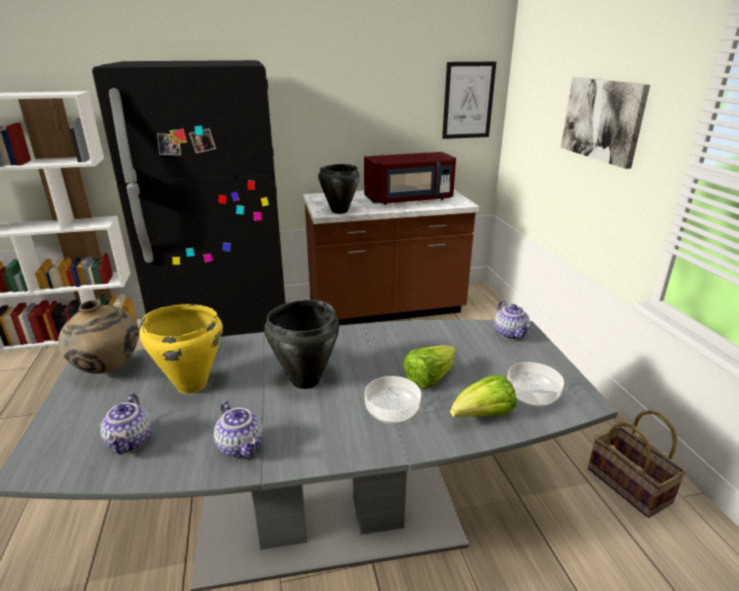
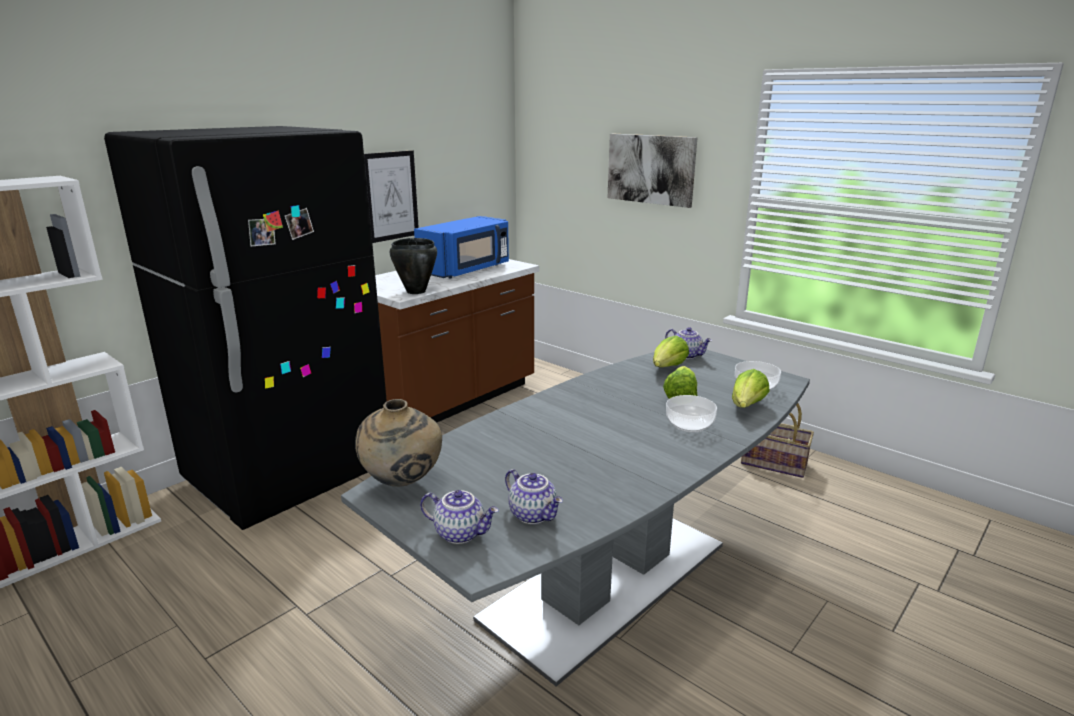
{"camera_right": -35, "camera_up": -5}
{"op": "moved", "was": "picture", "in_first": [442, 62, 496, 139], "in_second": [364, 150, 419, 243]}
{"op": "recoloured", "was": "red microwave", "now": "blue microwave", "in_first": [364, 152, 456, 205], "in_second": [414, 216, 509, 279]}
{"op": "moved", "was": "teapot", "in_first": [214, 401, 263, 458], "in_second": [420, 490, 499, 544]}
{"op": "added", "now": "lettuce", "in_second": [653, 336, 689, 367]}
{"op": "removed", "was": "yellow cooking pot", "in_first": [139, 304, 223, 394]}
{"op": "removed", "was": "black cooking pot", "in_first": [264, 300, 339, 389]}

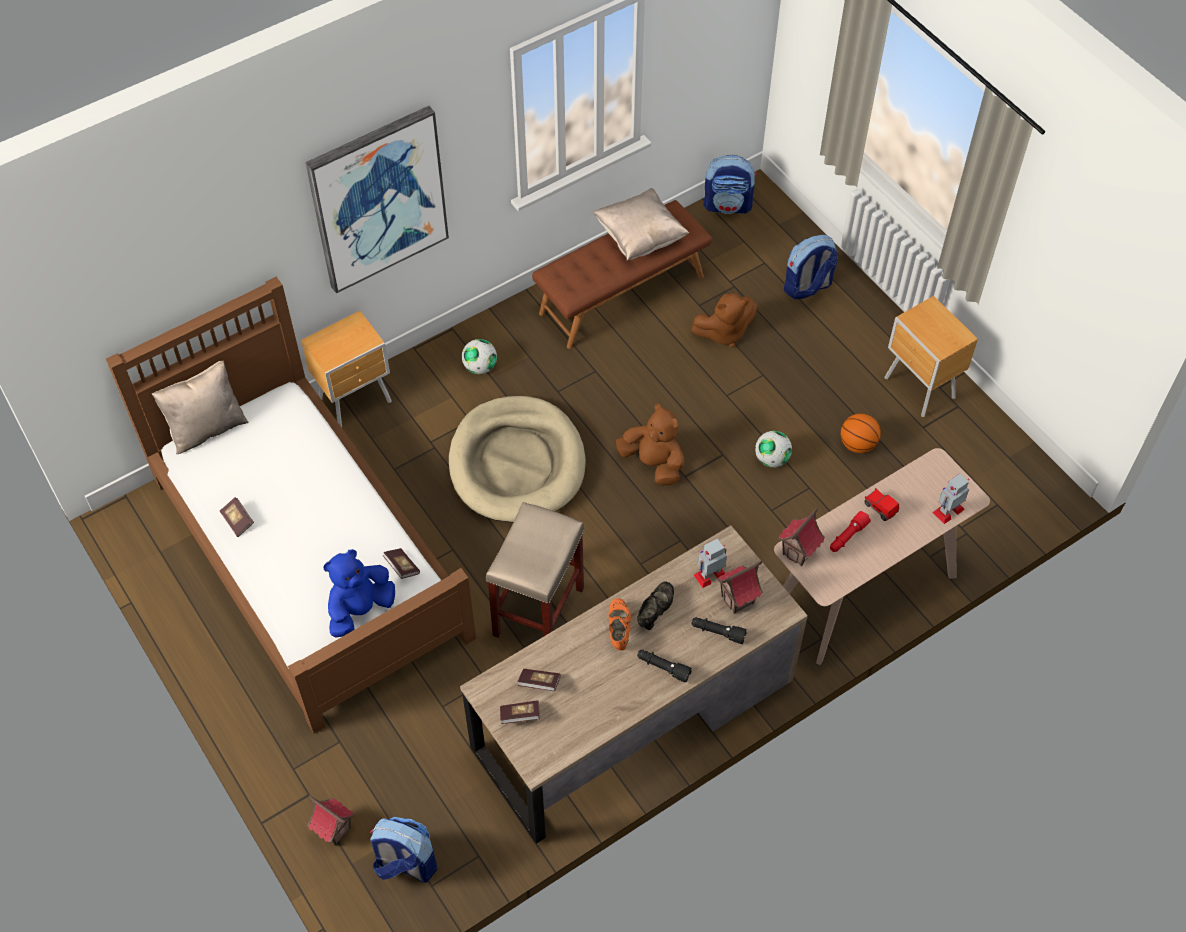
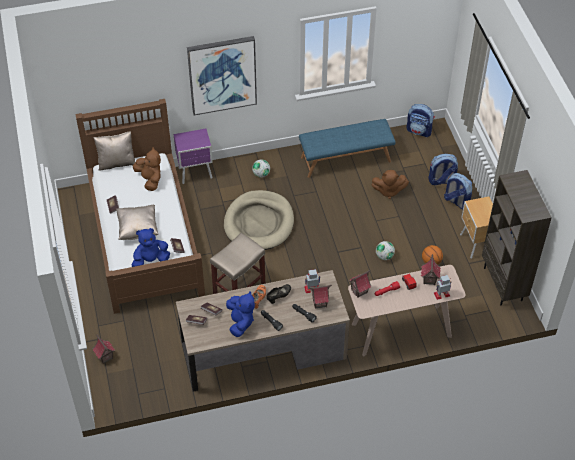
{"camera_right": 20, "camera_up": -5}
{"op": "moved", "was": "beige pillow", "in_first": [593, 188, 689, 260], "in_second": [116, 205, 159, 240]}
{"op": "moved", "was": "brown plush toy", "in_first": [616, 403, 685, 485], "in_second": [133, 147, 161, 191]}
{"op": "recoloured", "was": "brown nightstand", "now": "purple nightstand", "in_first": [301, 311, 392, 427], "in_second": [174, 129, 213, 184]}
{"op": "added", "now": "blue plush toy", "in_second": [226, 291, 255, 337]}
{"op": "recoloured", "was": "brown bench", "now": "blue bench", "in_first": [532, 200, 712, 349], "in_second": [299, 119, 396, 178]}
{"op": "added", "now": "toy house", "in_second": [421, 254, 441, 285]}
{"op": "moved", "was": "backpack", "in_first": [369, 817, 438, 883], "in_second": [444, 173, 472, 209]}
{"op": "added", "now": "brown bookcase", "in_second": [482, 170, 552, 306]}

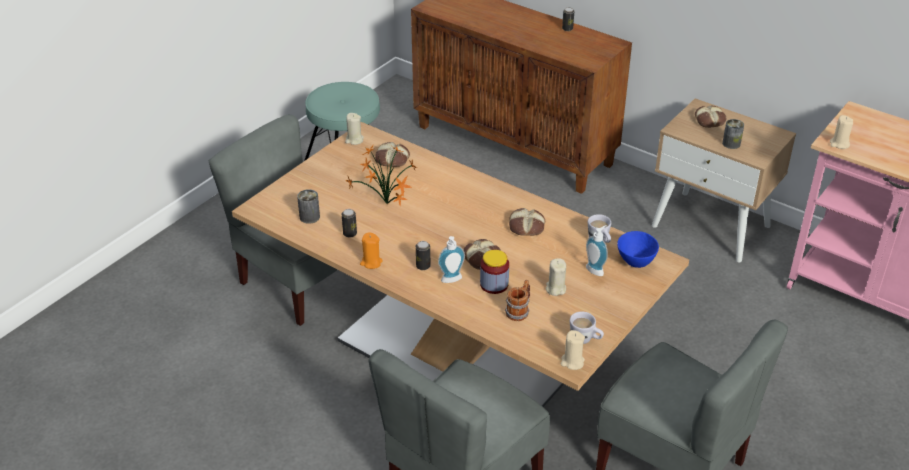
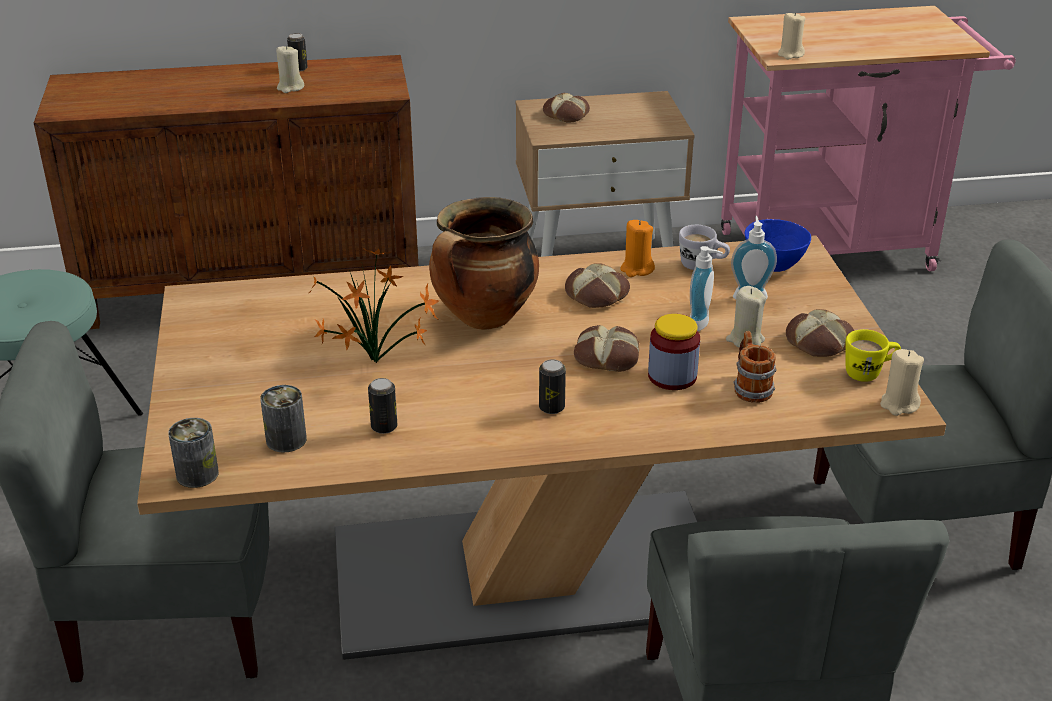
{"camera_right": -45, "camera_up": -5}
{"op": "moved", "was": "can", "in_first": [722, 119, 744, 149], "in_second": [168, 418, 219, 488]}
{"op": "moved", "was": "beige candle", "in_first": [345, 113, 364, 145], "in_second": [276, 45, 304, 93]}
{"op": "added", "now": "cooking pot", "in_second": [429, 197, 539, 330]}
{"op": "moved", "was": "orange candle", "in_first": [360, 232, 383, 269], "in_second": [620, 220, 655, 277]}
{"op": "moved", "was": "soap dispenser", "in_first": [438, 236, 465, 283], "in_second": [690, 246, 723, 332]}
{"op": "moved", "was": "bread", "in_first": [375, 142, 410, 167], "in_second": [786, 309, 854, 357]}
{"op": "recoloured", "was": "white mug", "now": "yellow mug", "in_first": [570, 311, 604, 344], "in_second": [845, 329, 901, 382]}

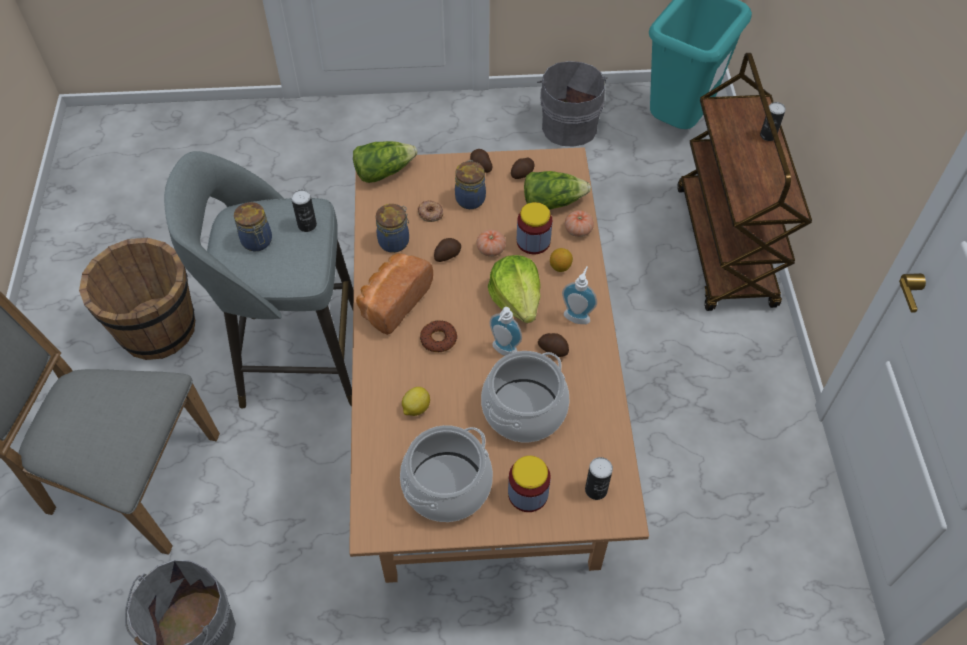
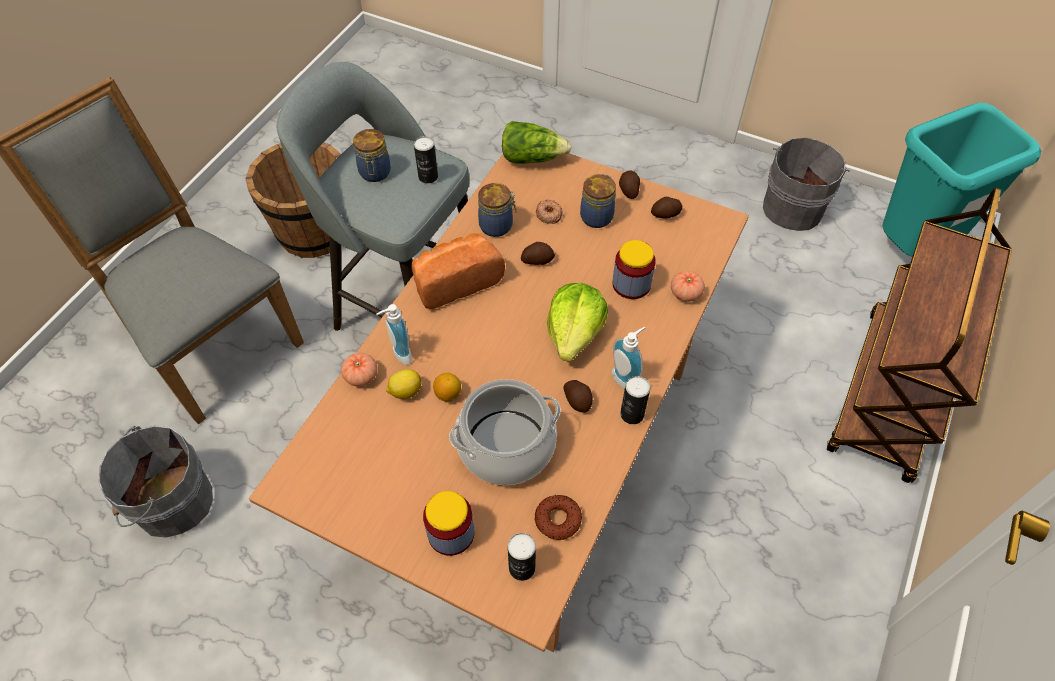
{"camera_right": 30, "camera_up": 0}
{"op": "moved", "was": "tomato", "in_first": [477, 229, 506, 257], "in_second": [341, 353, 378, 387]}
{"op": "moved", "was": "soap dispenser", "in_first": [490, 307, 522, 356], "in_second": [376, 304, 412, 365]}
{"op": "moved", "was": "lemon", "in_first": [550, 248, 573, 272], "in_second": [433, 373, 461, 401]}
{"op": "moved", "was": "donut", "in_first": [420, 320, 457, 352], "in_second": [534, 495, 582, 540]}
{"op": "moved", "was": "can", "in_first": [760, 102, 786, 141], "in_second": [620, 376, 651, 424]}
{"op": "removed", "was": "cooking pot", "in_first": [400, 425, 493, 522]}
{"op": "removed", "was": "lettuce", "in_first": [524, 171, 591, 210]}

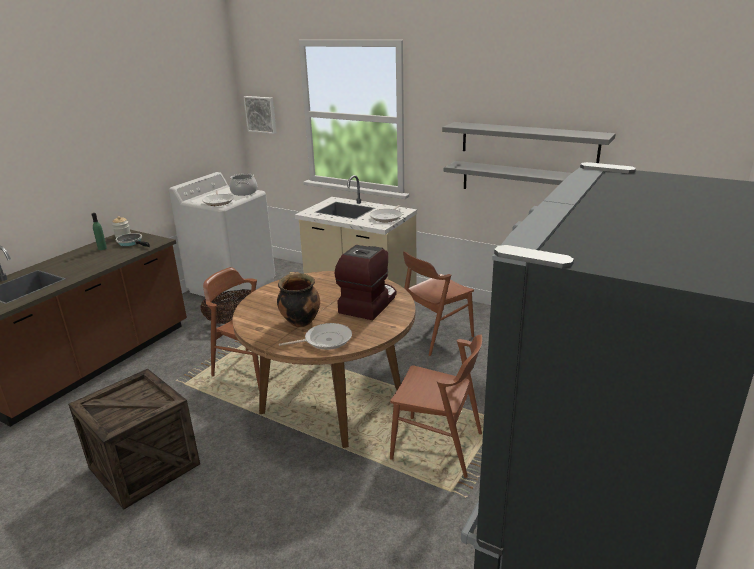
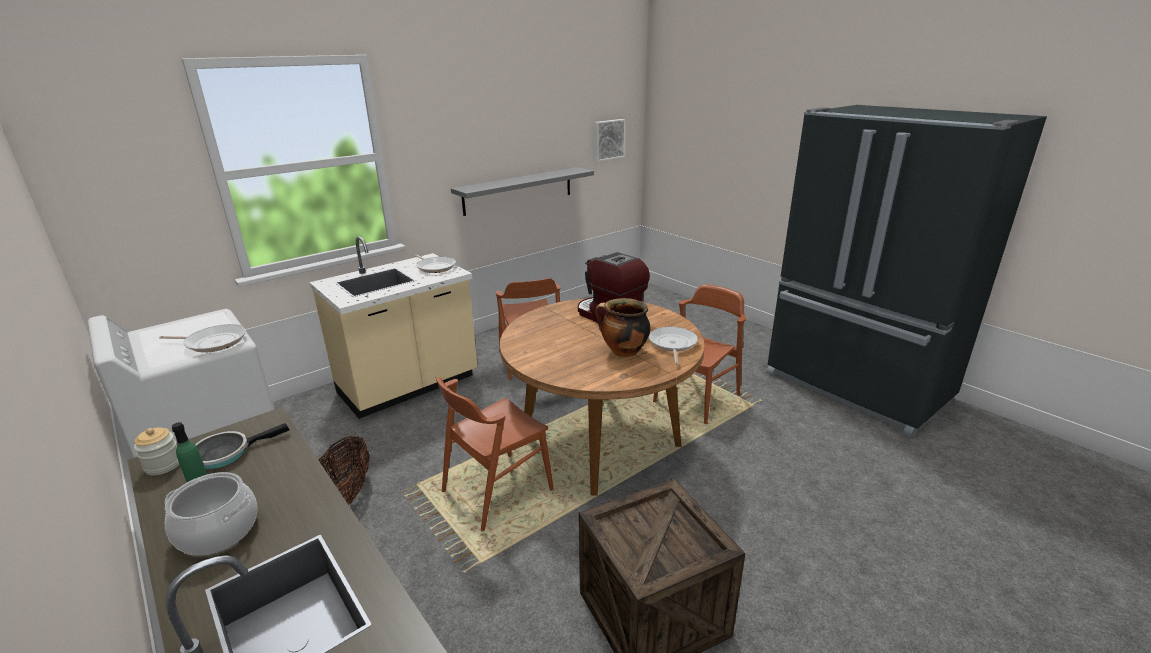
{"camera_right": -70, "camera_up": 0}
{"op": "moved", "was": "cooking pot", "in_first": [229, 173, 257, 196], "in_second": [165, 472, 257, 556]}
{"op": "moved", "was": "picture", "in_first": [244, 96, 276, 134], "in_second": [595, 119, 625, 161]}
{"op": "removed", "was": "grey shelf", "in_first": [442, 122, 616, 163]}

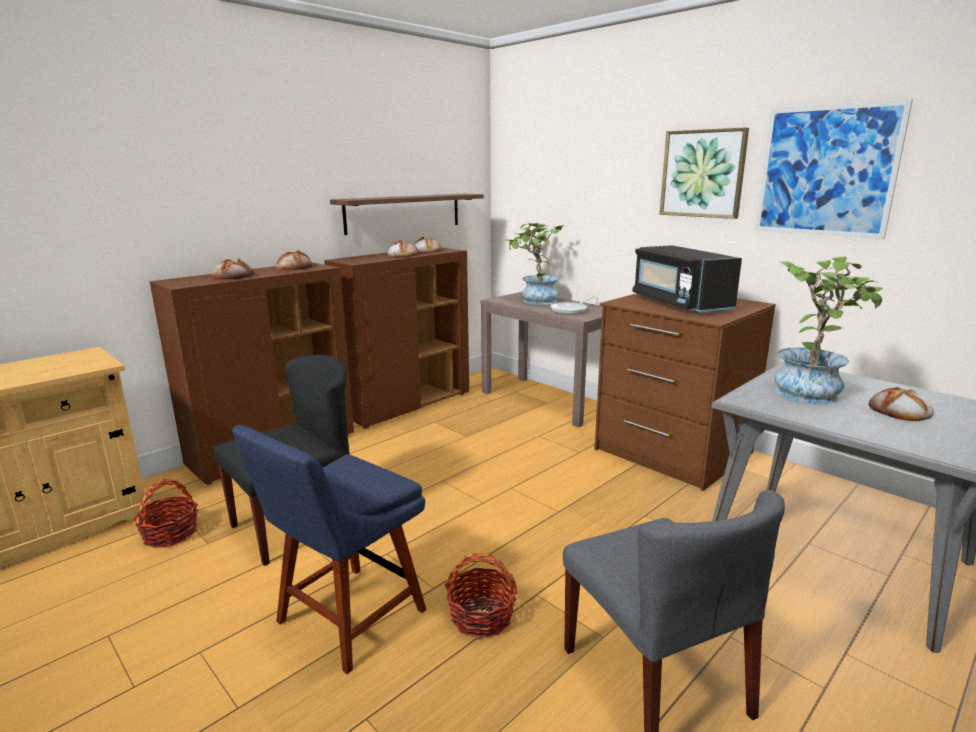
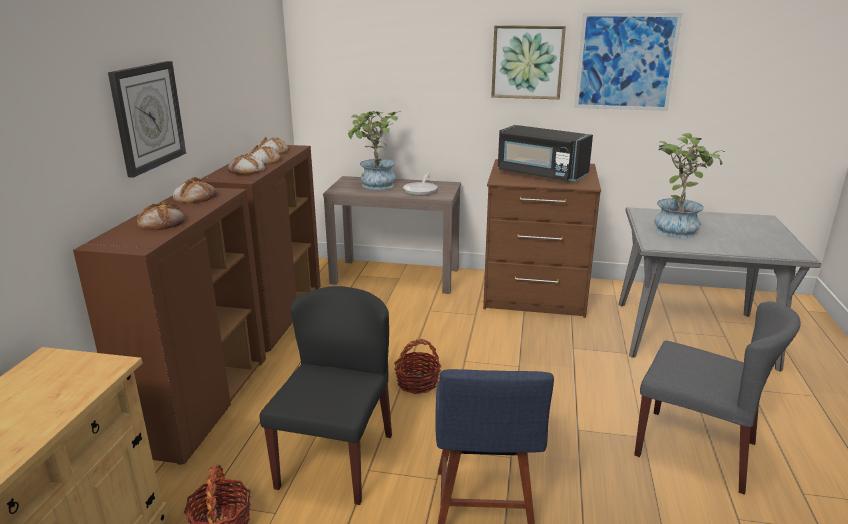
{"camera_right": -35, "camera_up": 5}
{"op": "added", "now": "wall clock", "in_second": [108, 61, 186, 178]}
{"op": "moved", "was": "bread", "in_first": [869, 387, 934, 421], "in_second": [227, 155, 265, 175]}
{"op": "moved", "was": "basket", "in_first": [445, 553, 518, 638], "in_second": [394, 339, 441, 394]}
{"op": "removed", "was": "shelf", "in_first": [330, 194, 484, 235]}

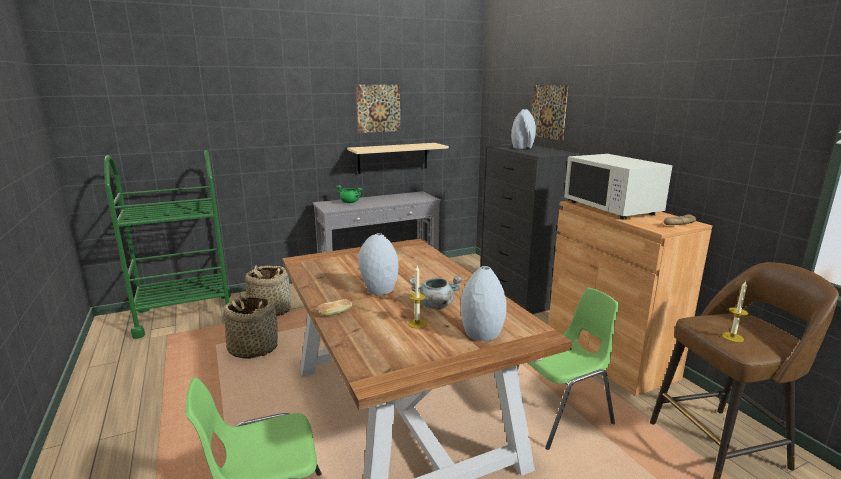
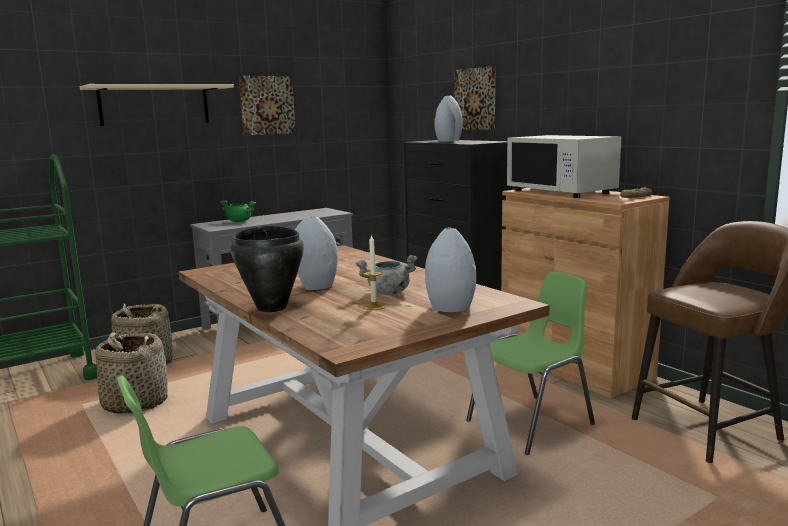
{"camera_right": -10, "camera_up": -5}
{"op": "moved", "was": "beige shelf", "in_first": [347, 143, 449, 174], "in_second": [80, 84, 234, 126]}
{"op": "replaced", "was": "bread", "now": "black cooking pot", "in_first": [316, 299, 352, 316], "in_second": [231, 226, 304, 312]}
{"op": "removed", "was": "candle", "in_first": [722, 281, 748, 342]}

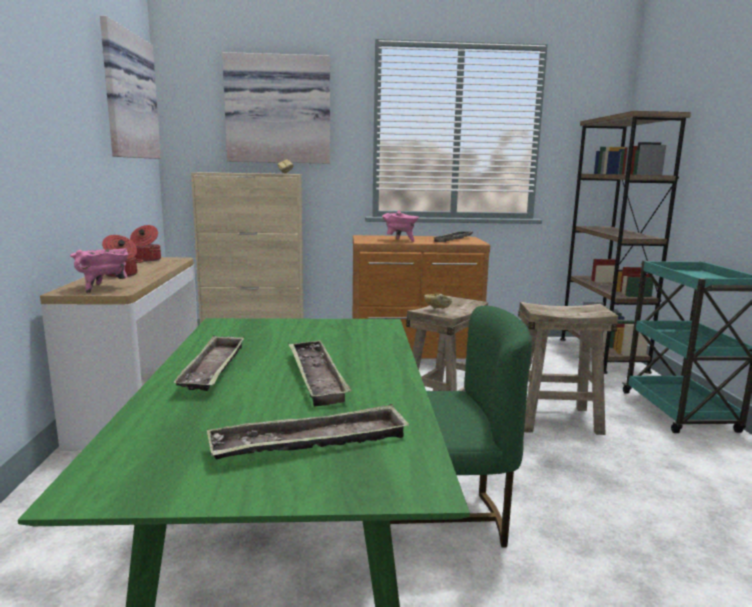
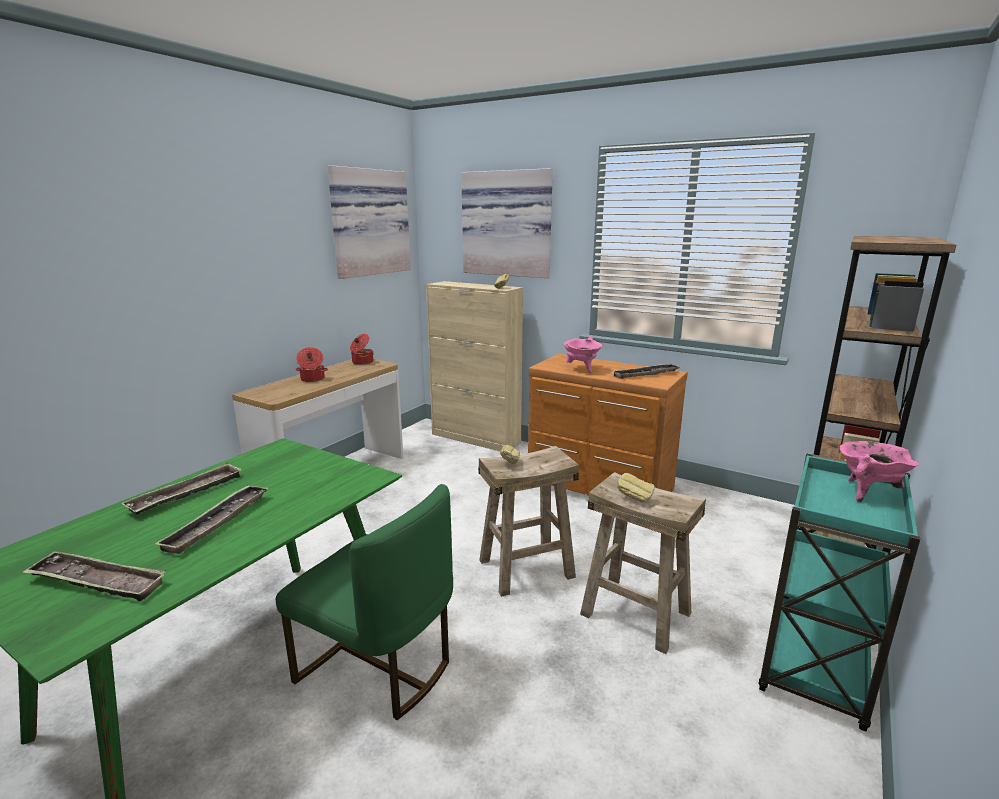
{"camera_right": 35, "camera_up": 5}
{"op": "added", "now": "bread", "in_second": [617, 473, 655, 502]}
{"op": "moved", "was": "pink cooking pot", "in_first": [70, 248, 129, 294], "in_second": [840, 441, 919, 502]}

